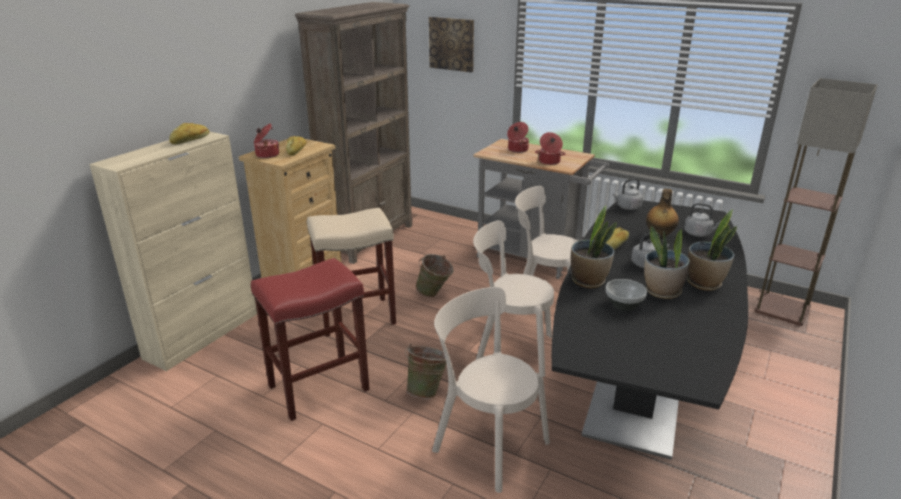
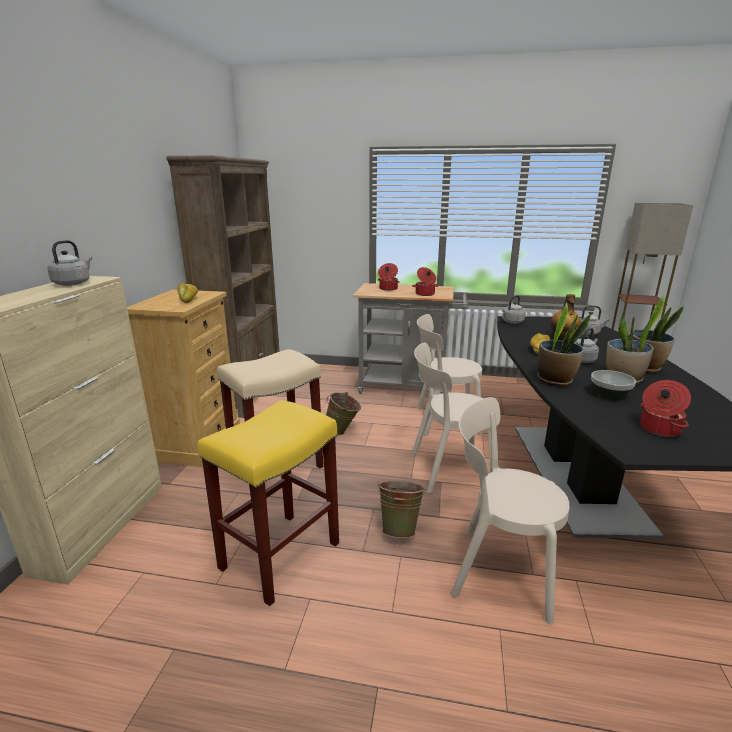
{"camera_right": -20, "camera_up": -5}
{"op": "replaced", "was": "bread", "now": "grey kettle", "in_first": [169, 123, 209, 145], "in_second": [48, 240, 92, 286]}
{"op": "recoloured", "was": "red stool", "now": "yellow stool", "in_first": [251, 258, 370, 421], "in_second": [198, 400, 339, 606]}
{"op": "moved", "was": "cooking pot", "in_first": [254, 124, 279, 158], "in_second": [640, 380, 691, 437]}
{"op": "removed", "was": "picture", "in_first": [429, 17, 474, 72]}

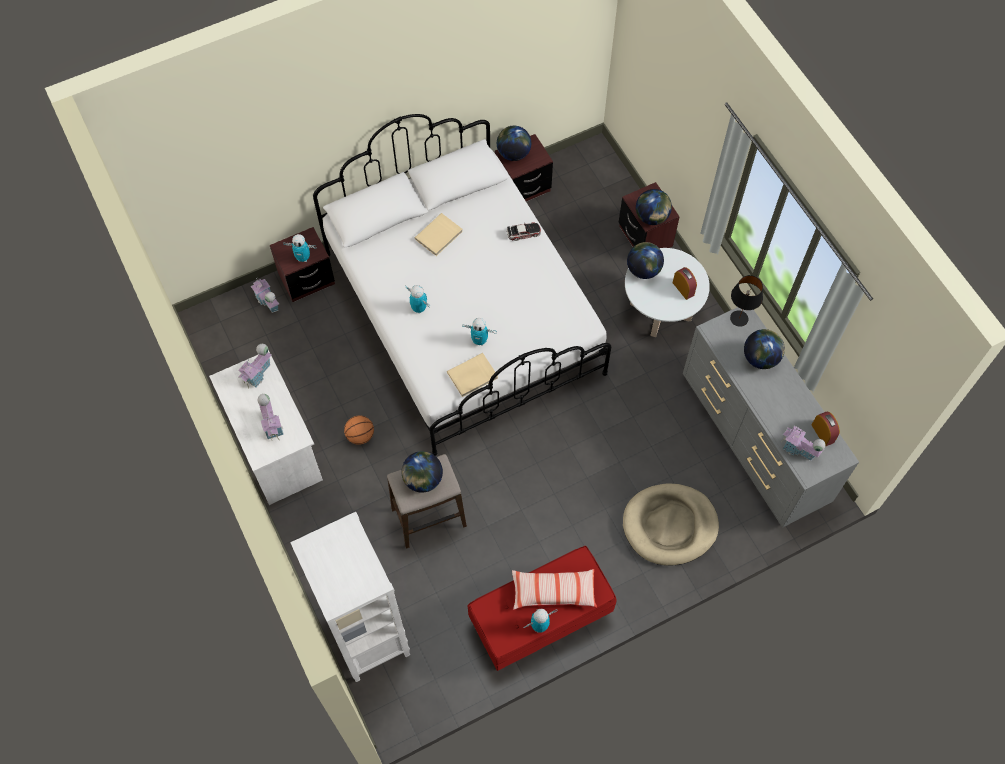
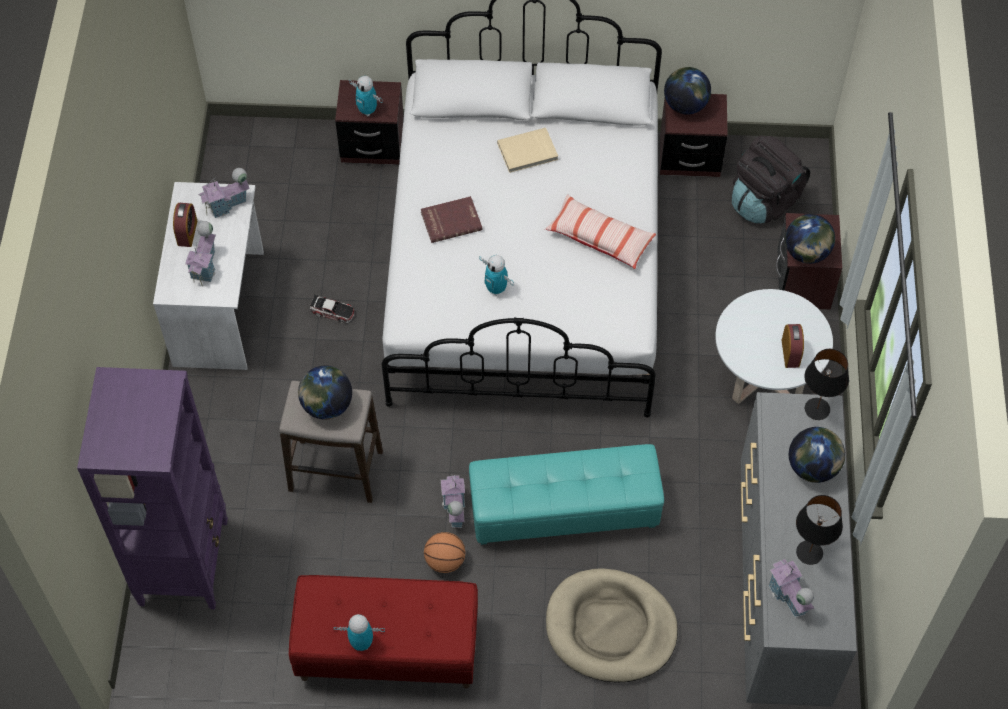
{"camera_right": 30, "camera_up": -5}
{"op": "recoloured", "was": "white bookcase", "now": "purple bookcase", "in_first": [290, 512, 410, 682], "in_second": [77, 367, 228, 609]}
{"op": "moved", "was": "alarm clock", "in_first": [812, 411, 840, 447], "in_second": [173, 203, 197, 247]}
{"op": "moved", "was": "toy car", "in_first": [507, 222, 541, 241], "in_second": [310, 295, 355, 323]}
{"op": "replaced", "was": "toy robot", "now": "red book", "in_first": [405, 285, 430, 314], "in_second": [421, 196, 483, 243]}
{"op": "moved", "was": "basketball", "in_first": [344, 415, 374, 445], "in_second": [424, 532, 466, 573]}
{"op": "moved", "was": "toy house", "in_first": [251, 278, 279, 313], "in_second": [441, 473, 465, 528]}
{"op": "added", "now": "turquoise ottoman", "in_second": [469, 444, 664, 545]}
{"op": "moved", "was": "pillow", "in_first": [512, 569, 597, 610], "in_second": [545, 194, 656, 269]}
{"op": "added", "now": "black backpack", "in_second": [732, 135, 810, 223]}
{"op": "added", "now": "black table lamp", "in_second": [796, 495, 843, 565]}
{"op": "removed", "was": "beige book", "in_first": [447, 353, 498, 397]}
{"op": "removed", "was": "globe", "in_first": [627, 242, 664, 279]}

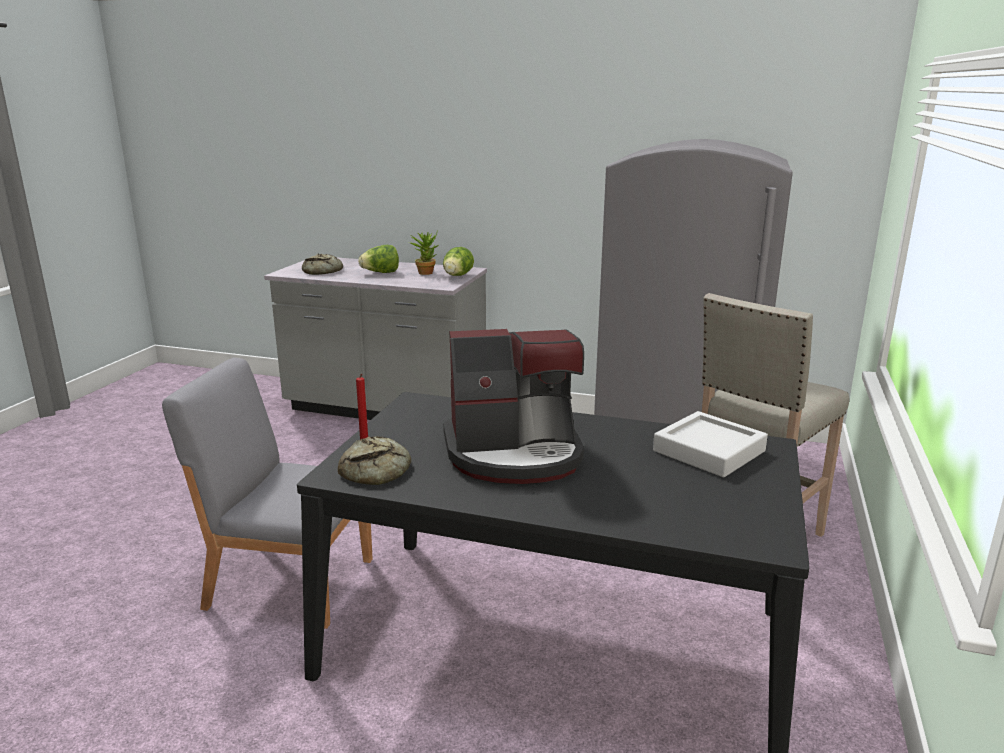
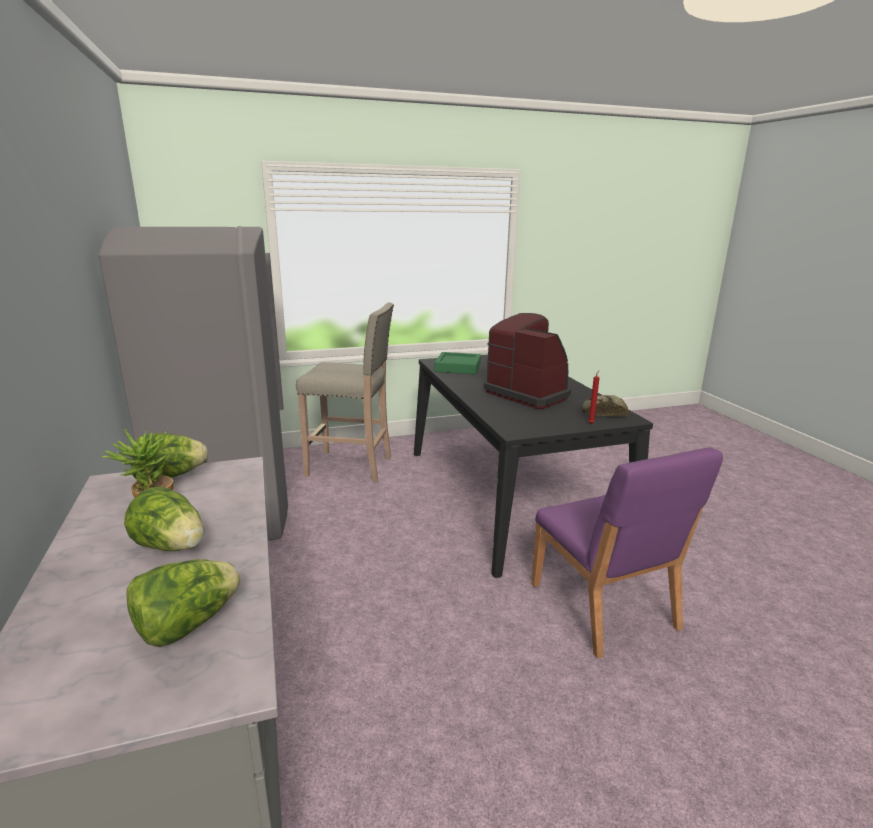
{"camera_right": -125, "camera_up": 0}
{"op": "replaced", "was": "bread", "now": "lettuce", "in_first": [302, 253, 343, 275], "in_second": [127, 559, 240, 647]}
{"op": "recoloured", "was": "grey tray", "now": "green tray", "in_first": [653, 411, 768, 477], "in_second": [434, 352, 481, 375]}
{"op": "recoloured", "was": "grey chair", "now": "purple chair", "in_first": [162, 358, 373, 629], "in_second": [531, 447, 723, 658]}

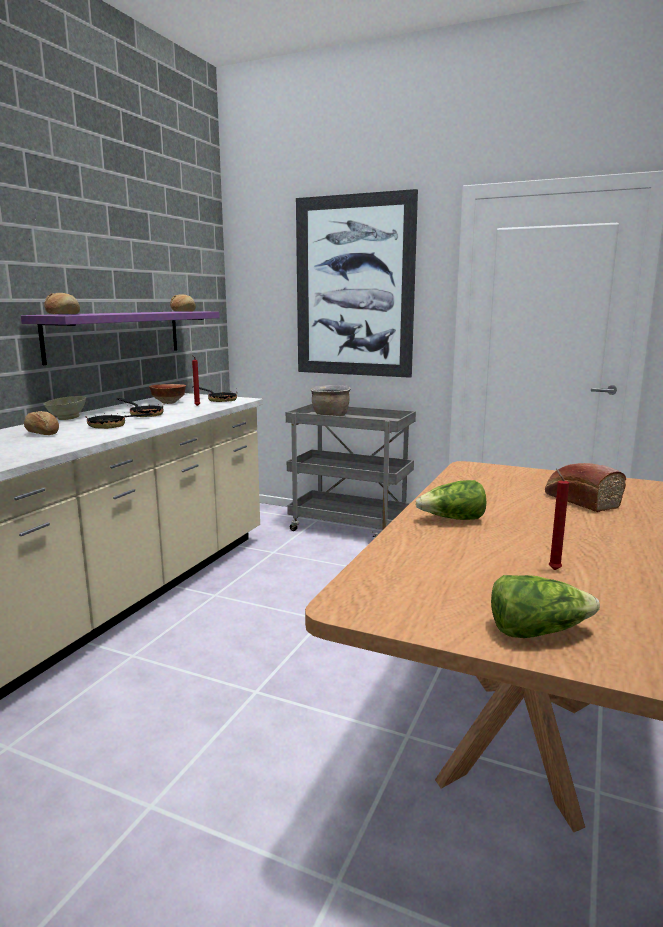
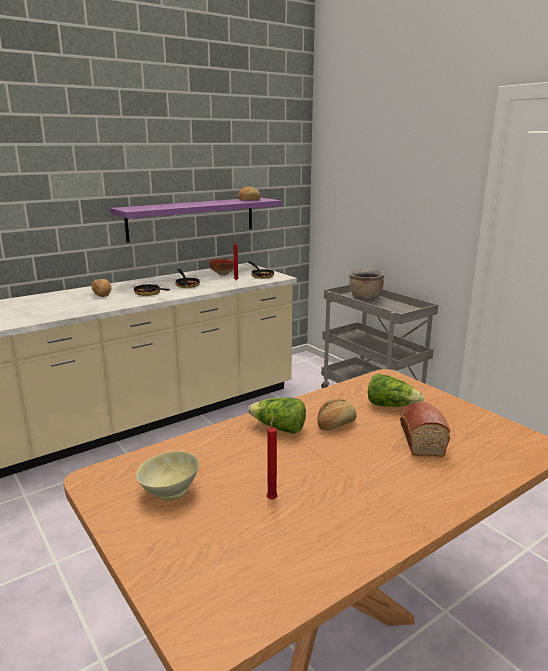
{"camera_right": 30, "camera_up": 5}
{"op": "moved", "was": "beige bowl", "in_first": [43, 396, 86, 420], "in_second": [136, 451, 199, 501]}
{"op": "moved", "was": "bread", "in_first": [44, 293, 80, 314], "in_second": [317, 399, 357, 431]}
{"op": "moved", "was": "lettuce", "in_first": [491, 575, 600, 638], "in_second": [368, 374, 424, 407]}
{"op": "removed", "was": "picture", "in_first": [296, 189, 418, 378]}

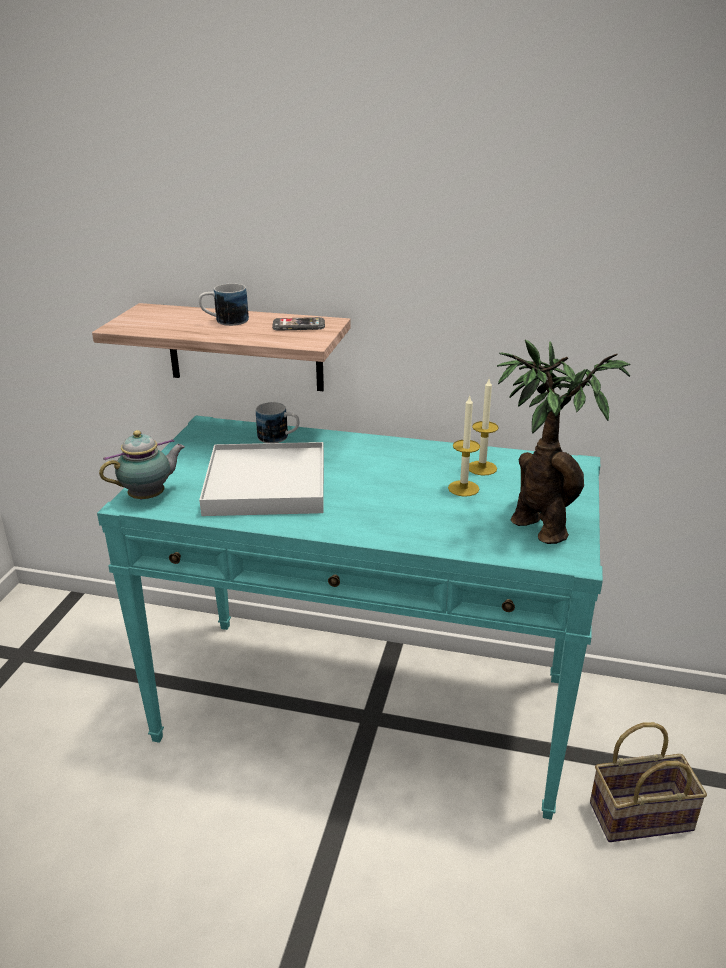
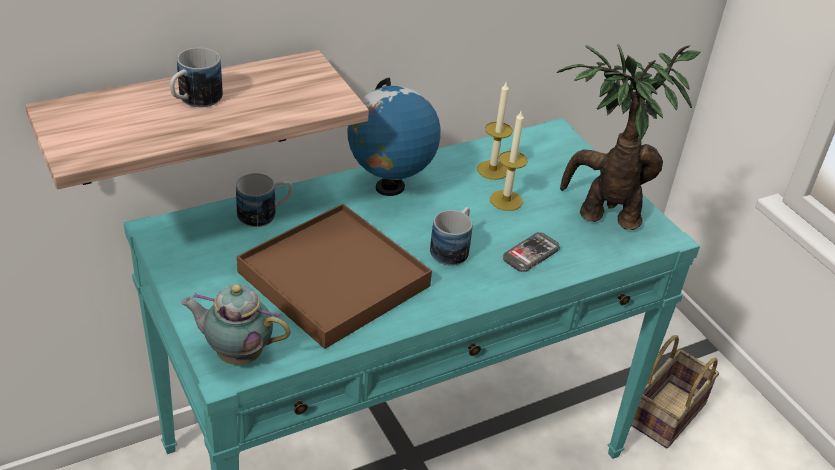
{"camera_right": -45, "camera_up": 10}
{"op": "turned", "was": "teapot", "in_first": [99, 430, 185, 500], "in_second": [181, 284, 291, 365], "clockwise": -90}
{"op": "recoloured", "was": "white tray", "now": "brown tray", "in_first": [199, 442, 324, 516], "in_second": [237, 204, 432, 349]}
{"op": "added", "now": "globe", "in_second": [347, 78, 441, 196]}
{"op": "added", "now": "mug", "in_second": [430, 207, 472, 266]}
{"op": "moved", "was": "phone", "in_first": [272, 317, 325, 331], "in_second": [503, 232, 560, 272]}

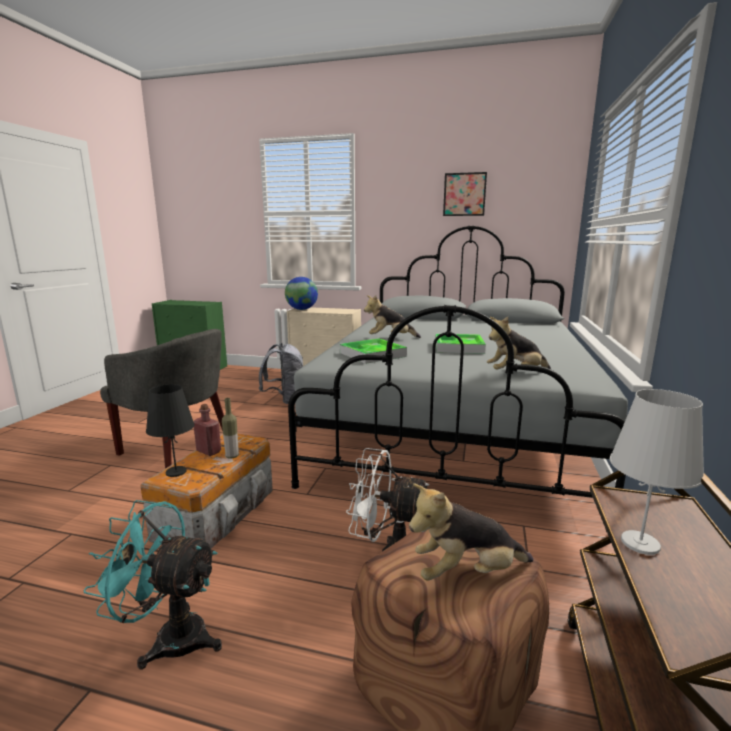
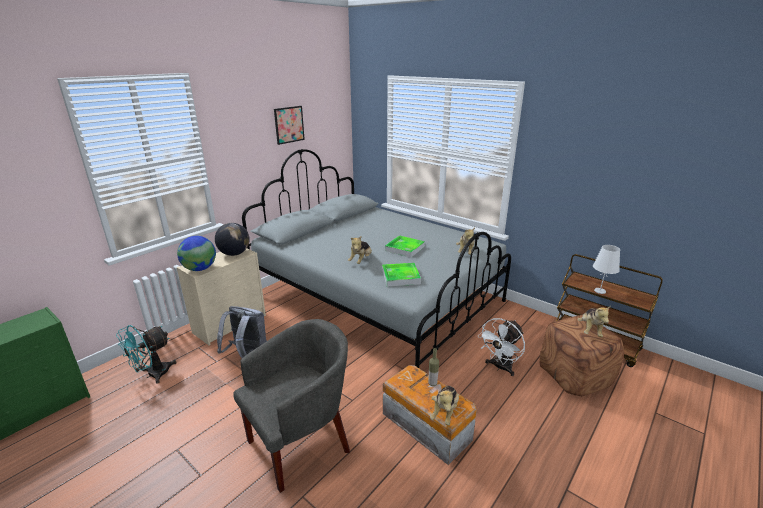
{"camera_right": -65, "camera_up": 10}
{"op": "moved", "was": "turquoise fan", "in_first": [84, 500, 222, 669], "in_second": [116, 325, 176, 384]}
{"op": "added", "now": "globe", "in_second": [215, 223, 250, 256]}
{"op": "replaced", "was": "black table lamp", "now": "plush toy", "in_first": [146, 384, 194, 477], "in_second": [430, 386, 459, 426]}
{"op": "removed", "was": "red bottle", "in_first": [193, 404, 221, 456]}

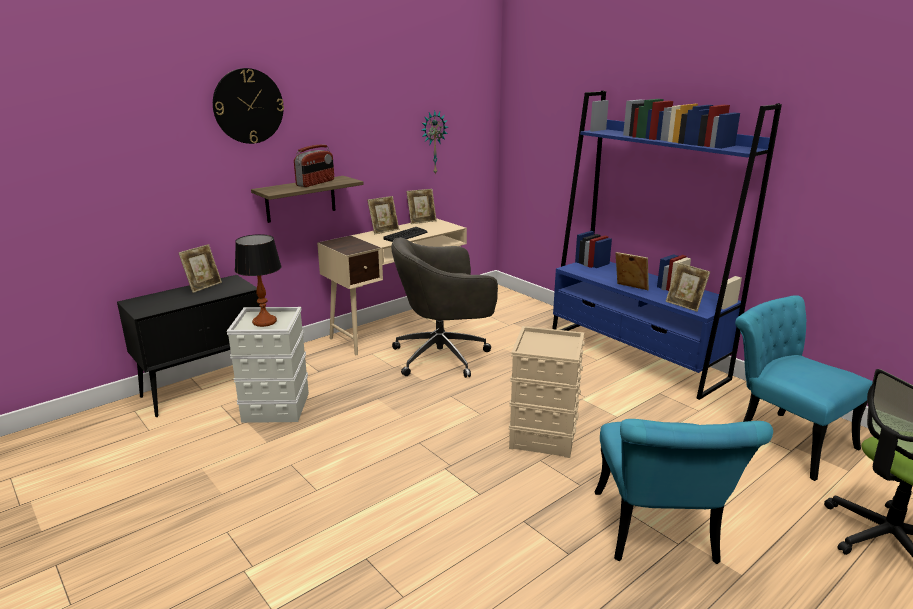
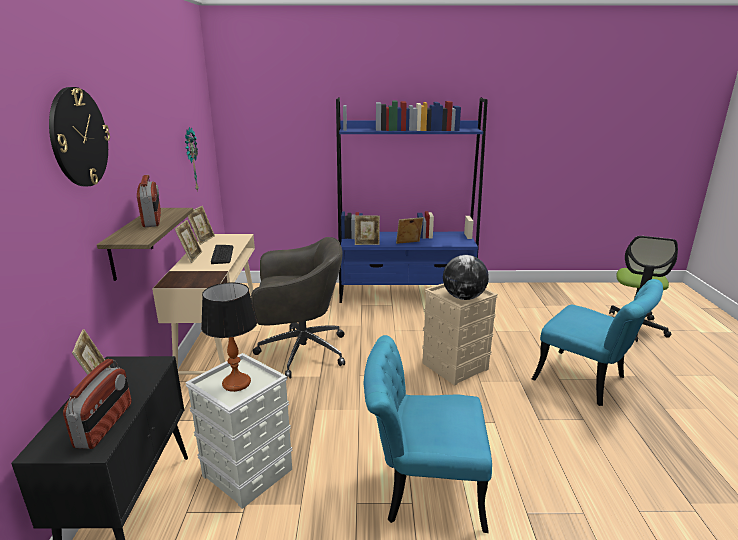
{"camera_right": -50, "camera_up": 0}
{"op": "added", "now": "radio", "in_second": [63, 359, 132, 449]}
{"op": "turned", "was": "grey office chair", "in_first": [391, 237, 498, 378], "in_second": [251, 237, 345, 379], "clockwise": -120}
{"op": "moved", "was": "picture frame", "in_first": [666, 262, 710, 312], "in_second": [355, 215, 380, 245]}
{"op": "moved", "was": "turquoise chair", "in_first": [735, 295, 873, 481], "in_second": [364, 335, 492, 533]}
{"op": "added", "now": "globe", "in_second": [443, 255, 489, 300]}

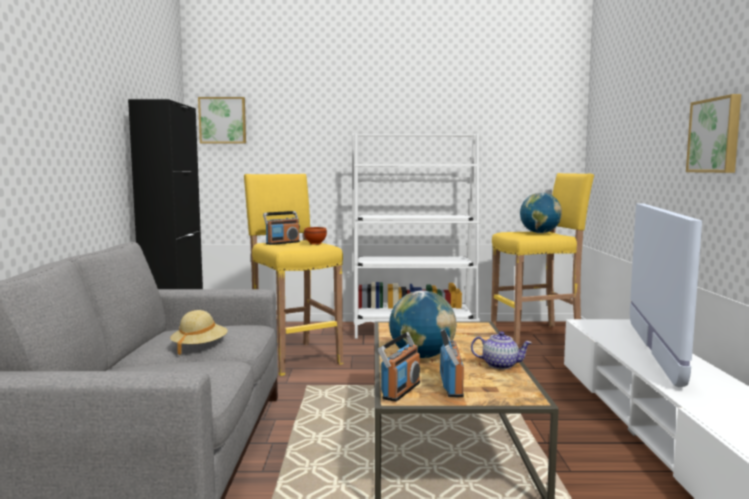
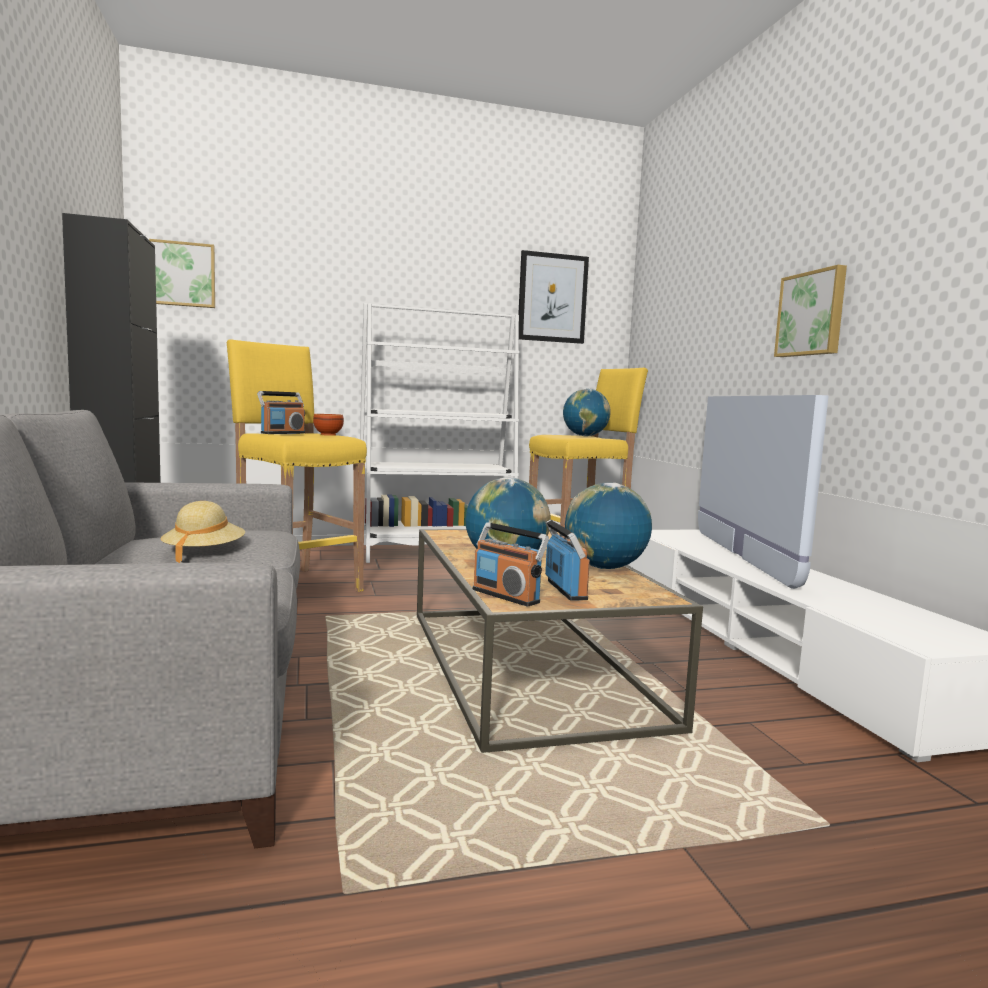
{"camera_right": -15, "camera_up": 0}
{"op": "turned", "was": "radio", "in_first": [378, 332, 420, 402], "in_second": [473, 522, 549, 606], "clockwise": 120}
{"op": "added", "now": "picture", "in_second": [518, 250, 589, 344]}
{"op": "replaced", "was": "teapot", "now": "globe", "in_first": [471, 331, 532, 369], "in_second": [565, 483, 652, 569]}

